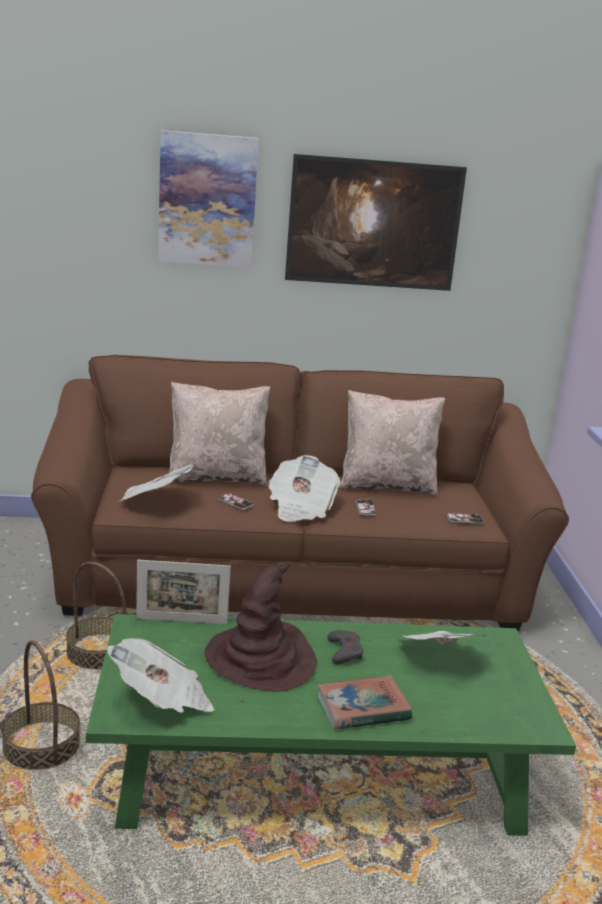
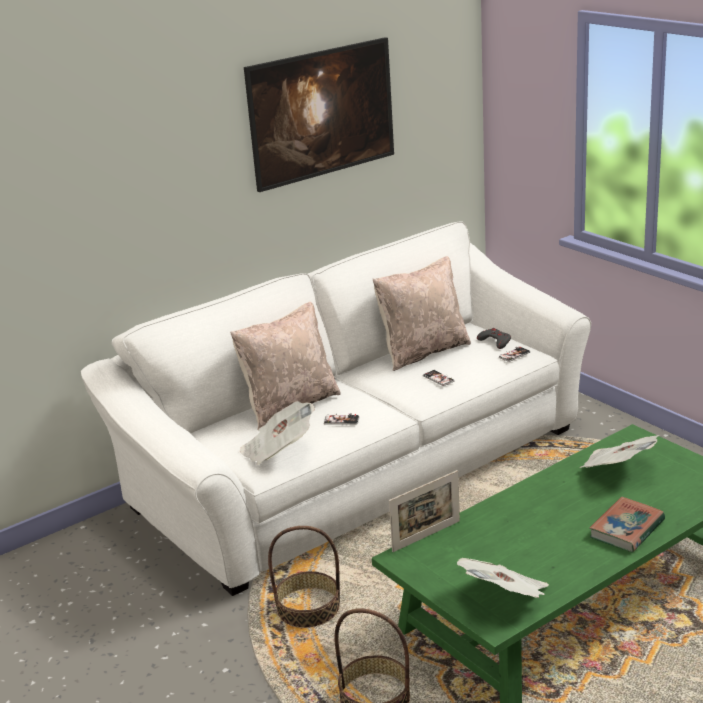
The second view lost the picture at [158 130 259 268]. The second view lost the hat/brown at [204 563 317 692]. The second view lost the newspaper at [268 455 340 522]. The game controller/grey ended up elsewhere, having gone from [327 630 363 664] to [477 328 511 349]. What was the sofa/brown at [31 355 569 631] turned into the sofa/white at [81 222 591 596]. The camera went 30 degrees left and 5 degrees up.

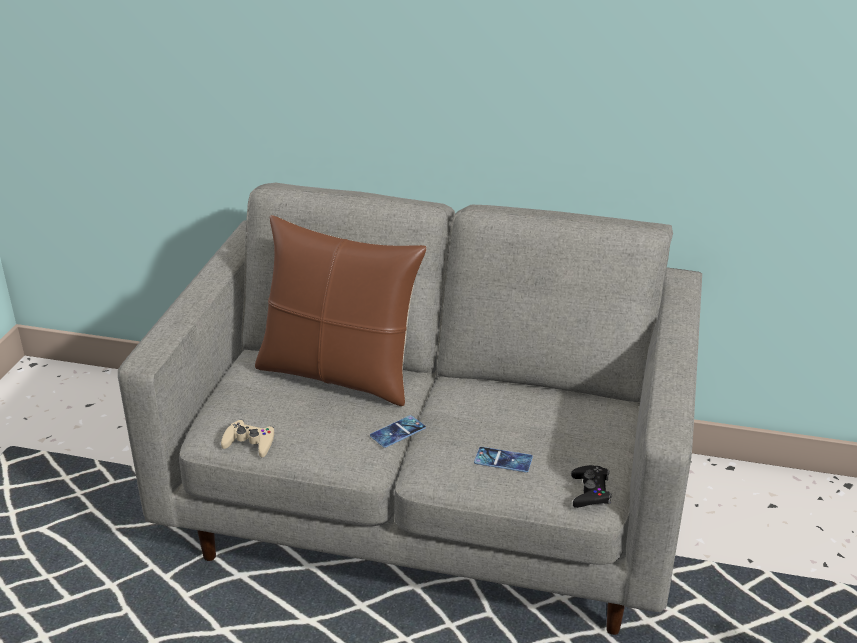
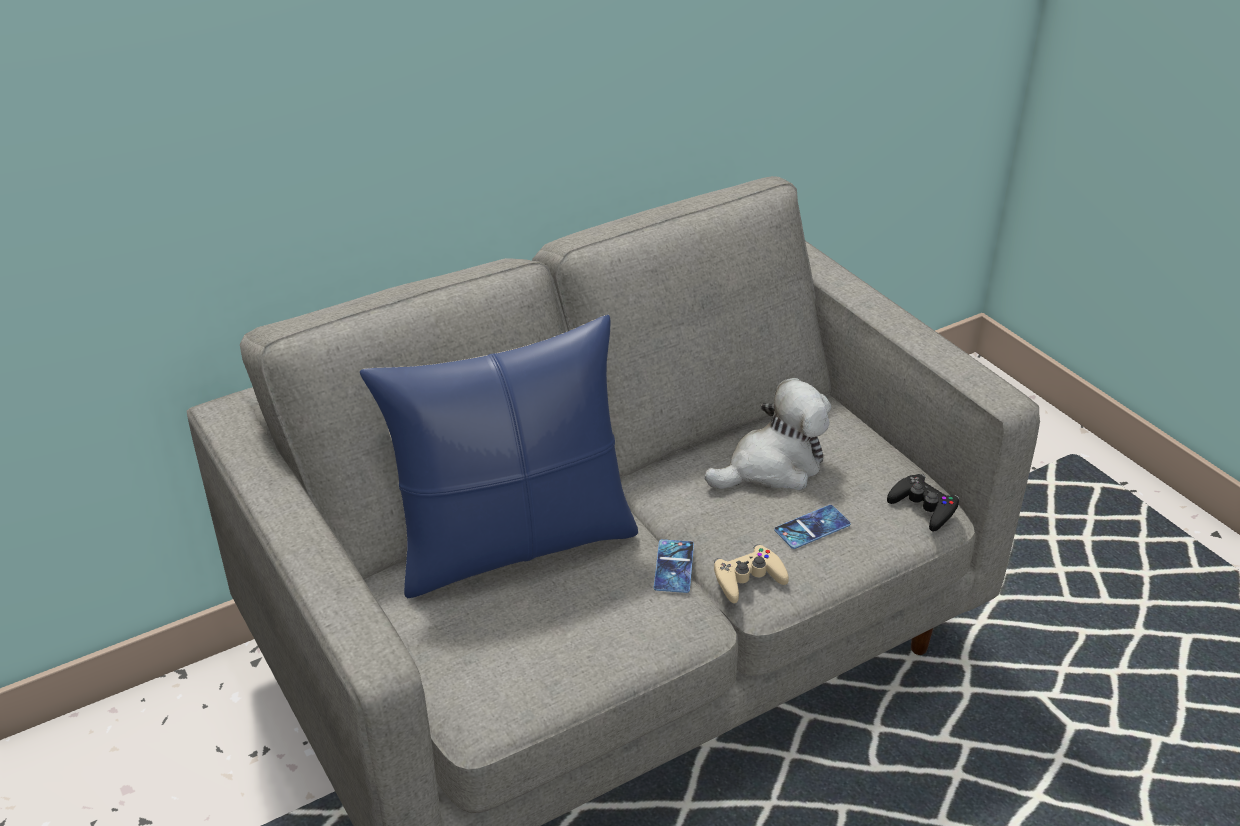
The second view gained the plush toy at [704 378 831 490]. The game controller/beige ended up elsewhere, having gone from [221 419 274 457] to [714 544 789 603]. What was the pillow/brown at [255 215 426 406] turned into the pillow/blue at [360 315 638 598]. The camera went 45 degrees left and 5 degrees up.

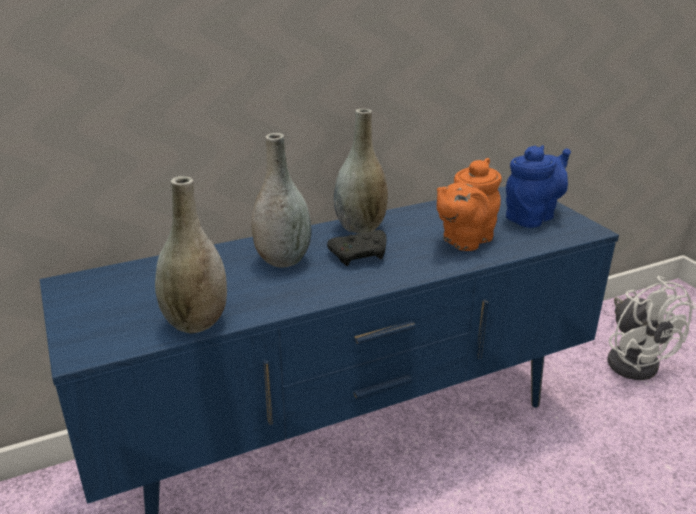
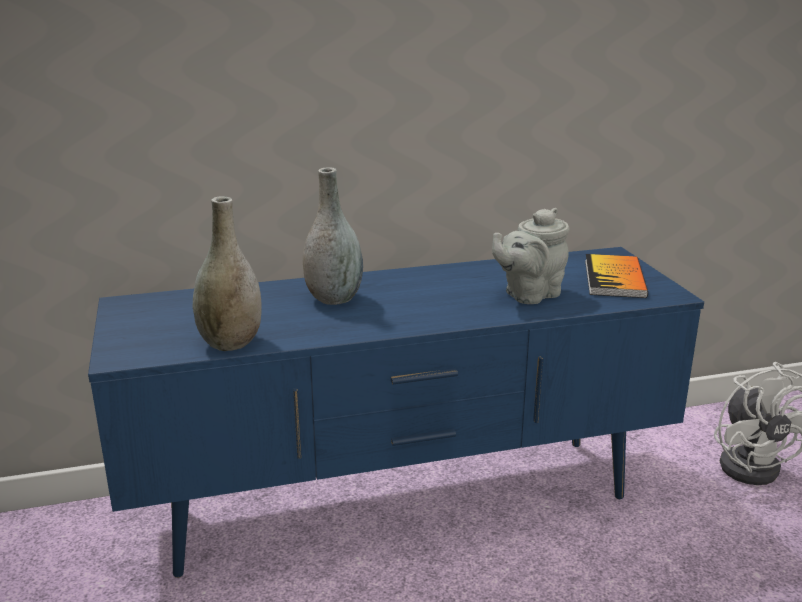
The second view lost the game controller/black at [327 230 387 266]. The second view lost the vase/grey at [334 109 388 234]. Where the teapot/blue stood at [506 145 571 228], the book came to stand at [585 254 648 298]. What was the teapot/orange at [437 158 502 251] turned into the teapot/grey at [492 208 569 304]. The camera went 10 degrees right and 5 degrees down.

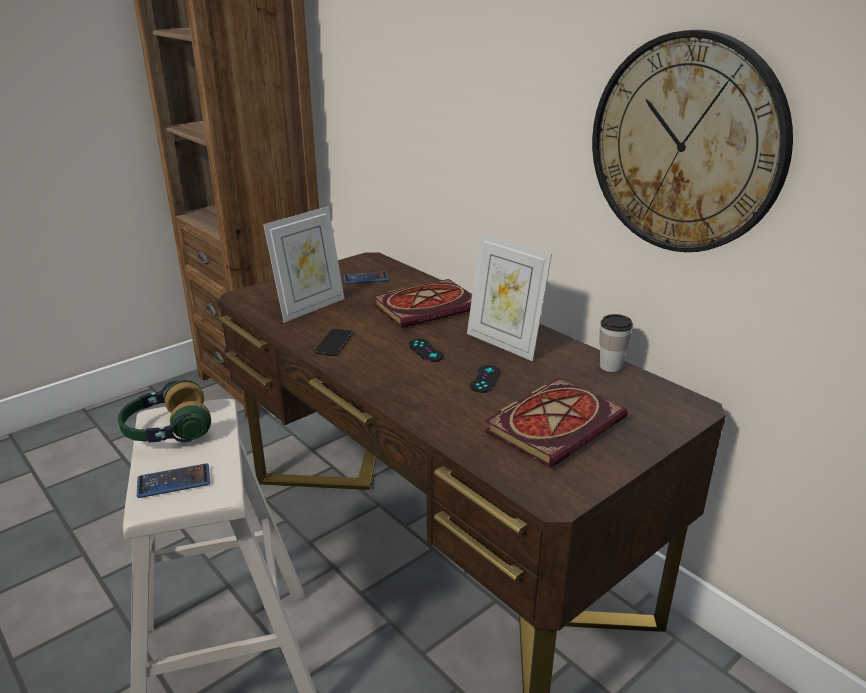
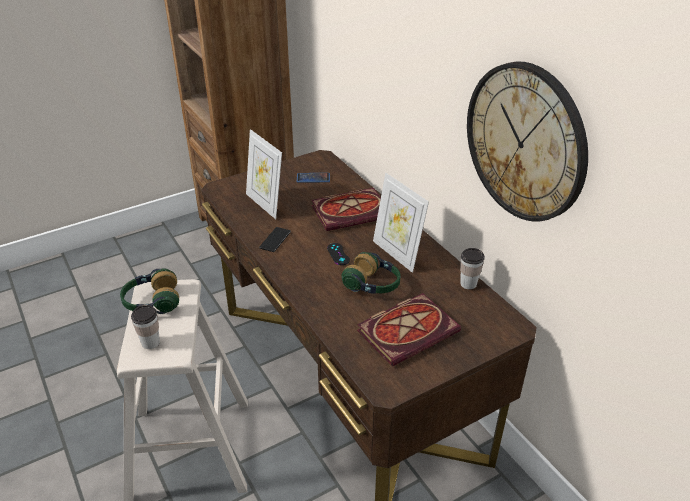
Where the phone stood at [137 463 210 498], the cup came to stand at [131 305 160 349]. Where the game controller/black stood at [470 365 501 393], the headphones came to stand at [341 252 401 294]. The picture frame at [263 206 344 323] ended up facing another way, 90 degrees clockwise from before. The camera went 10 degrees right and 10 degrees up.

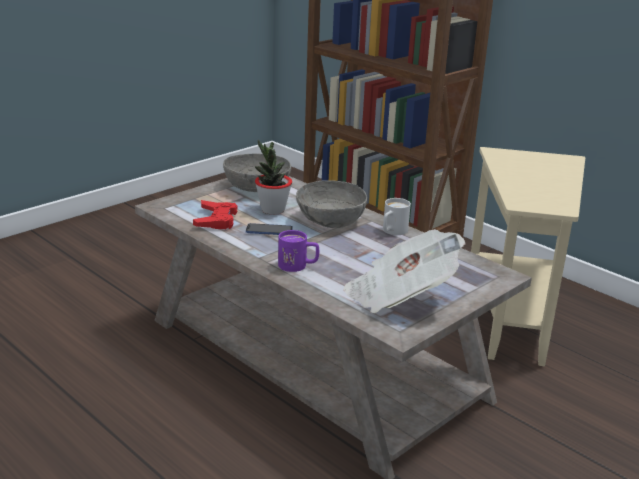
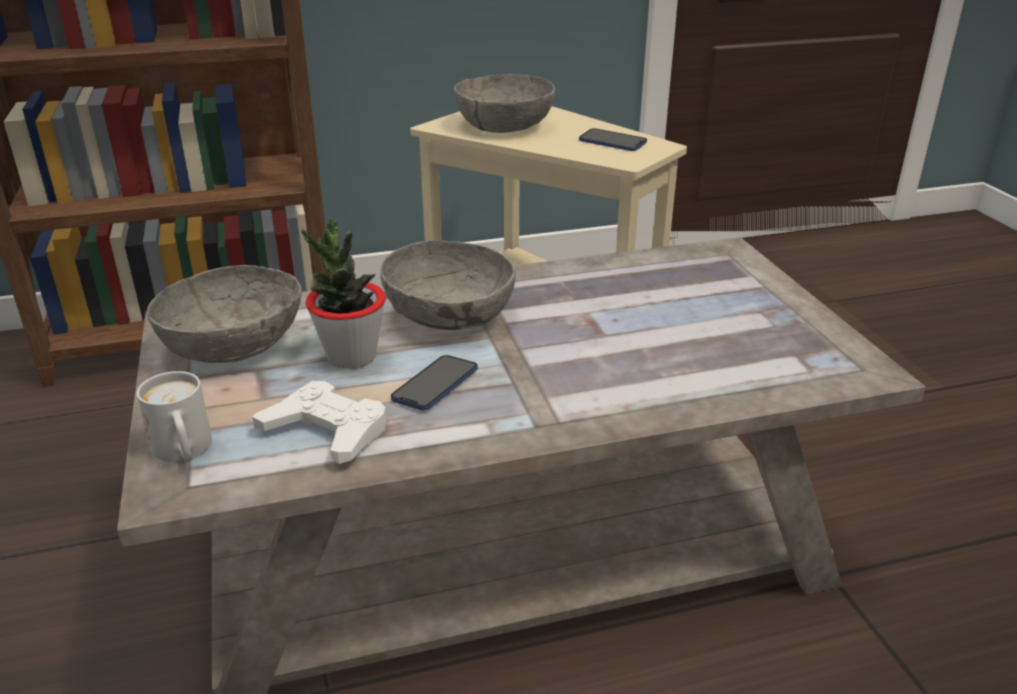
The second view lost the mug/purple at [278 230 319 272]. The second view lost the newspaper at [343 229 466 313]. The second view gained the bowl/grey at [454 74 555 133]. The second view gained the phone at [579 128 647 151]. The mug/white ended up elsewhere, having gone from [383 198 411 235] to [136 371 212 462]. What was the game controller/red at [193 200 238 229] turned into the game controller/white at [252 381 386 464]. The camera went 60 degrees left and 5 degrees up.

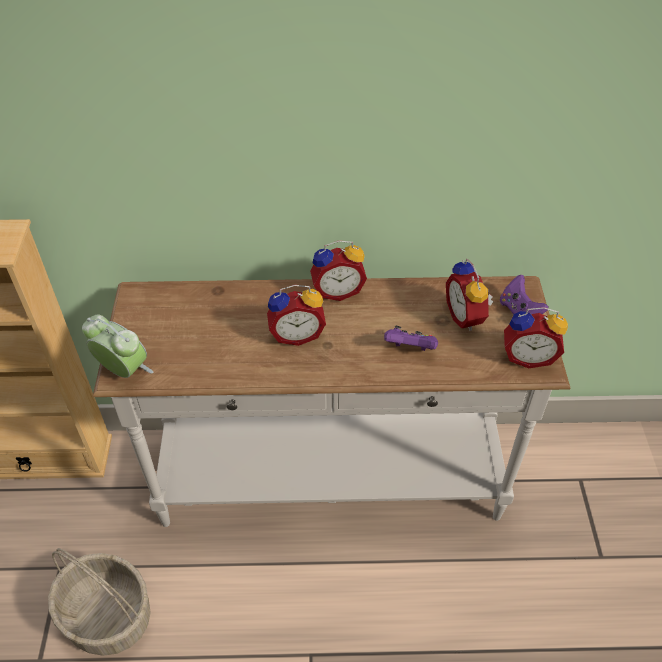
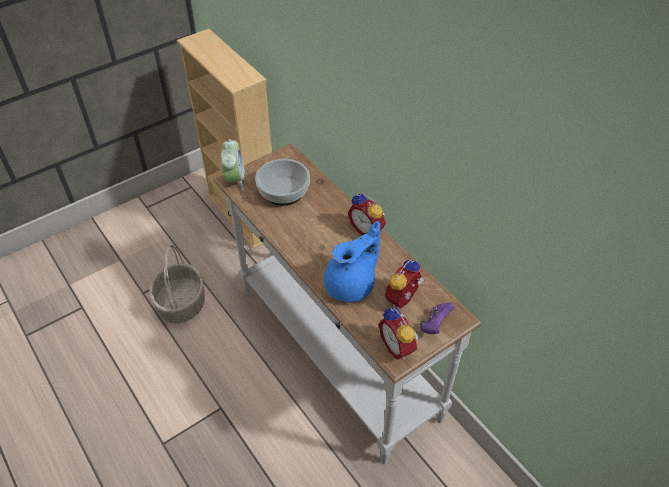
The second view lost the alarm clock at [267 285 326 346]. The second view gained the bowl at [255 159 310 206]. Where the game controller/purple stood at [384 326 438 351], the teapot/blue came to stand at [324 221 380 302]. The camera went 55 degrees right and 0 degrees up.

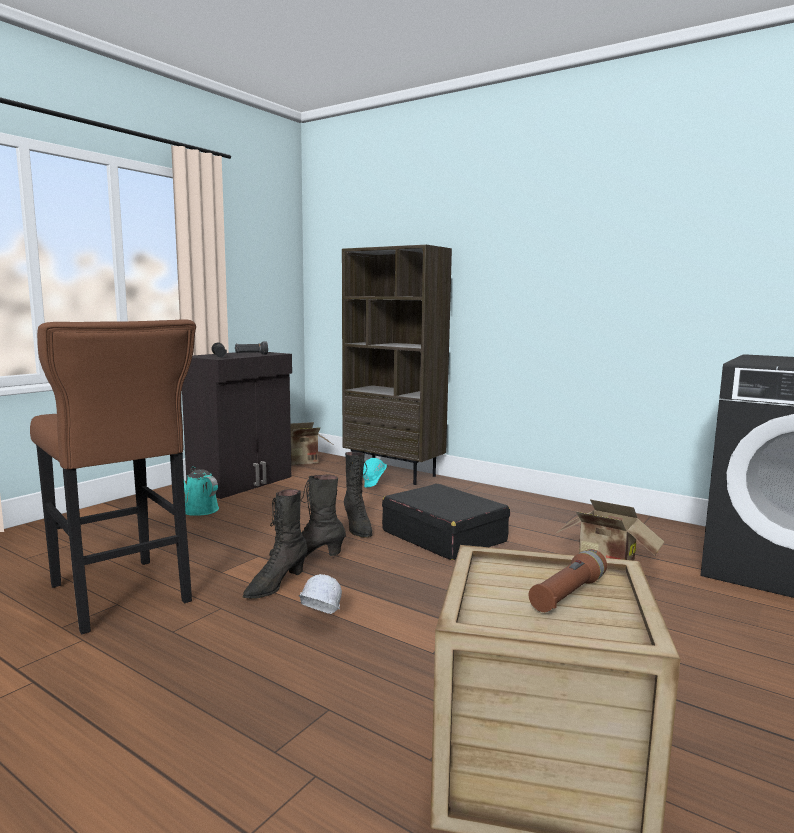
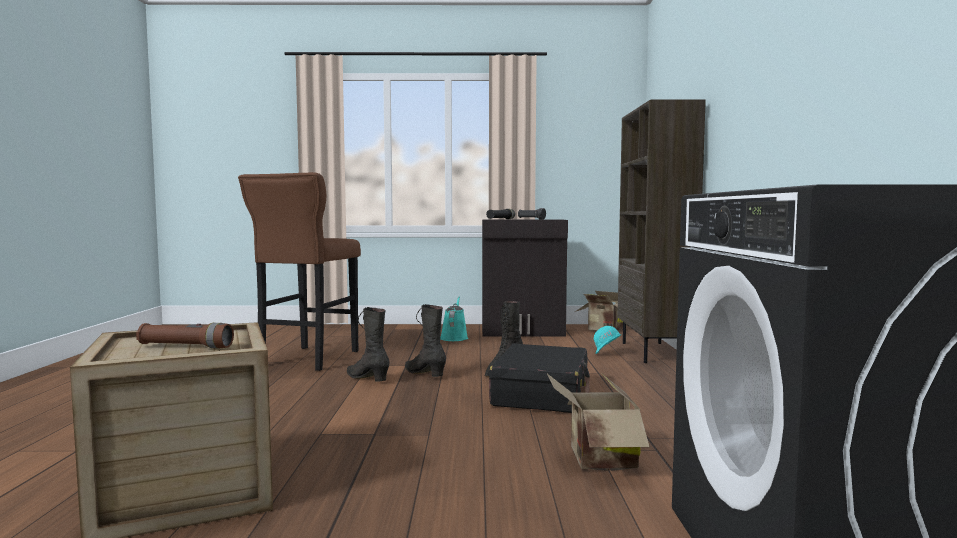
The second view lost the hard hat/white at [299 574 342 614]. The boot/black at [242 489 307 599] ended up facing another way, 45 degrees clockwise from before. The camera went 55 degrees right and 5 degrees down.

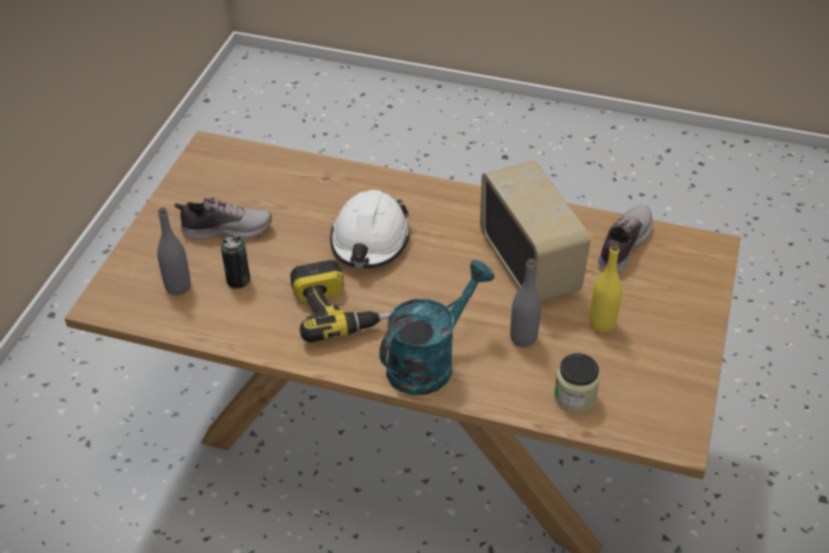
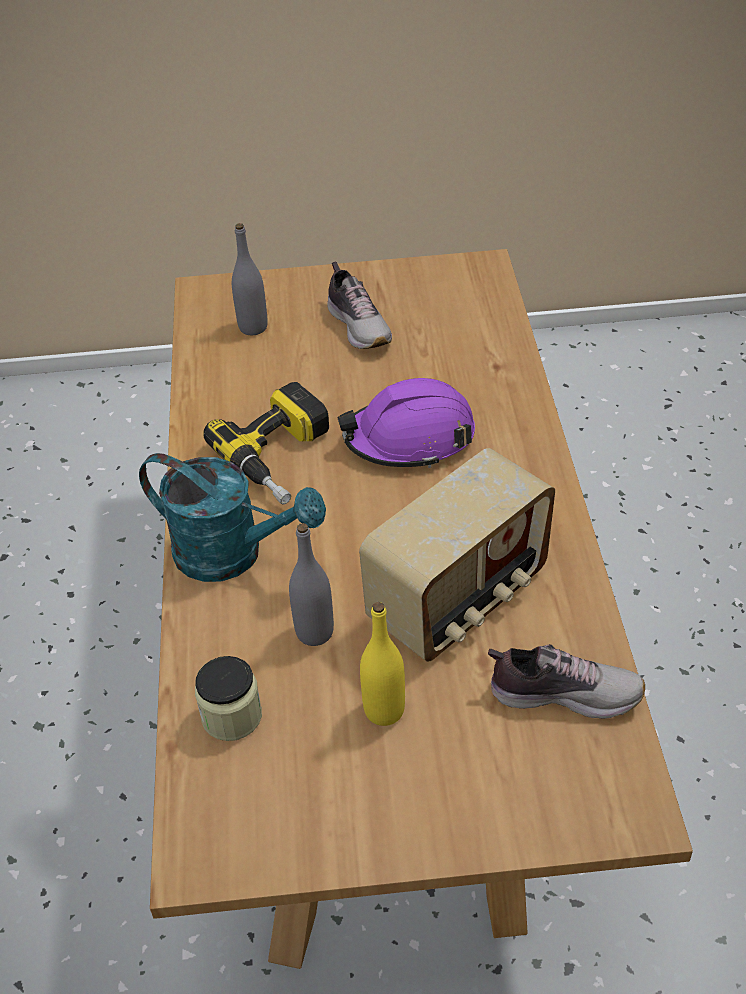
The second view lost the can at [221 235 250 288]. What was the hard hat/white at [330 190 410 268] turned into the hard hat/purple at [338 378 475 468]. The camera went 70 degrees right and 0 degrees up.

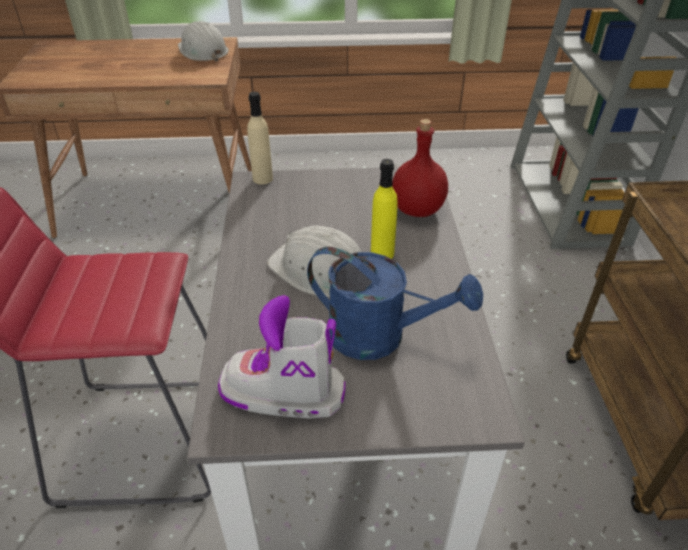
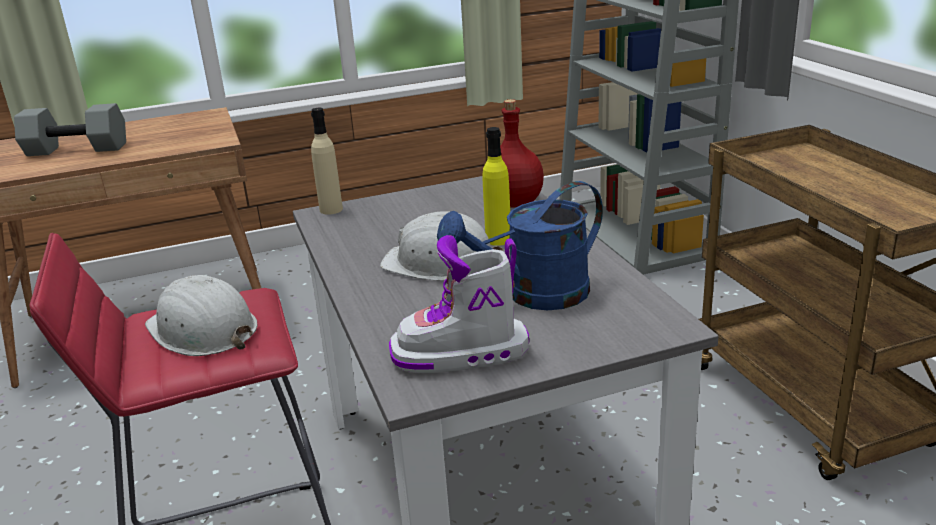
The second view gained the dumbbell/grey at [14 103 126 156]. The hard hat/white ended up elsewhere, having gone from [178 21 229 62] to [145 275 257 356]. The watering can/blue at [307 247 483 360] ended up facing another way, 150 degrees clockwise from before. The camera went 15 degrees left and 15 degrees down.

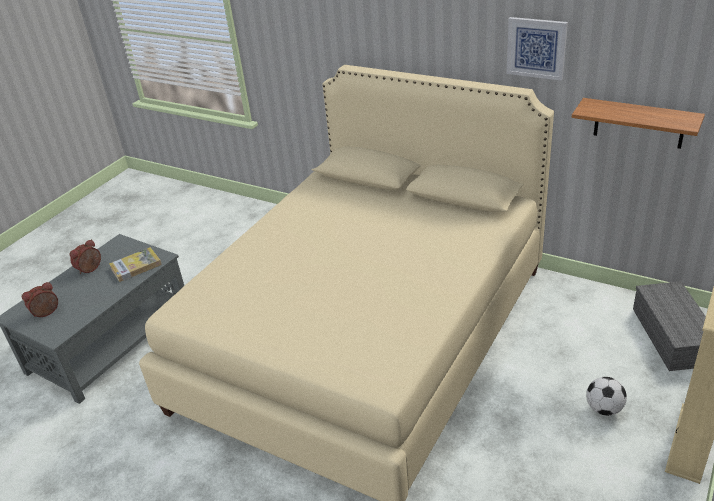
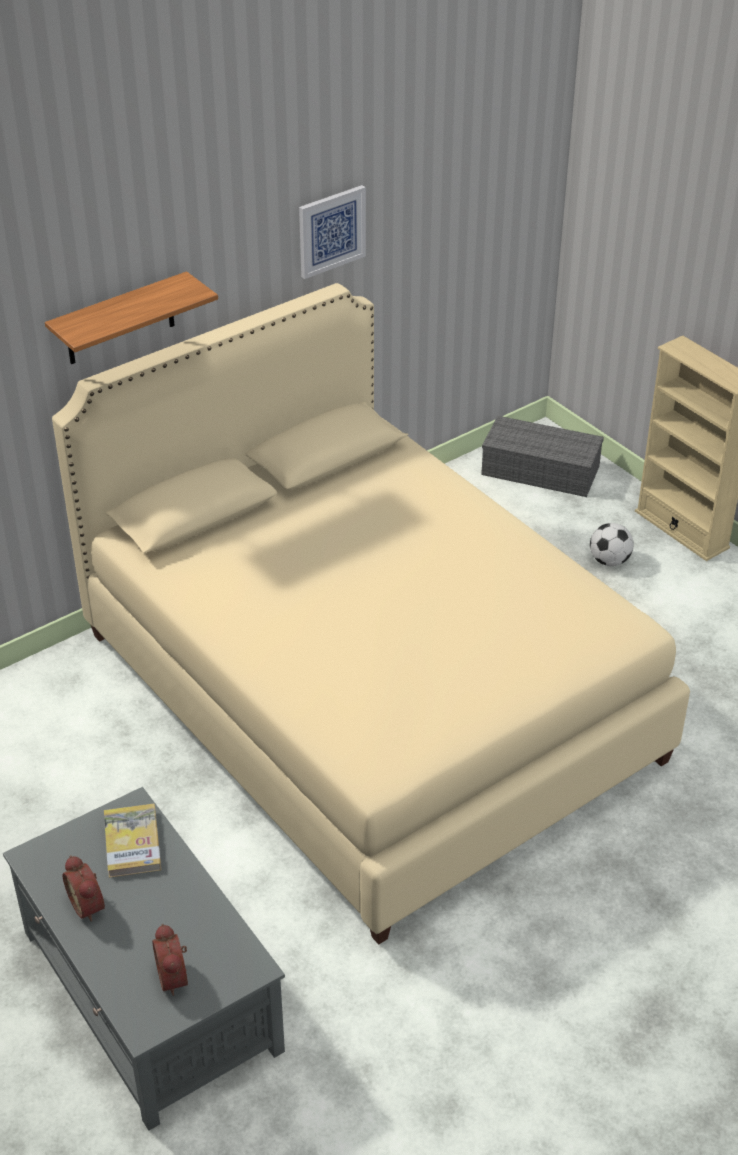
The shelf ended up elsewhere, having gone from [572 98 705 149] to [45 271 218 364]. The camera went 70 degrees left and 5 degrees up.

